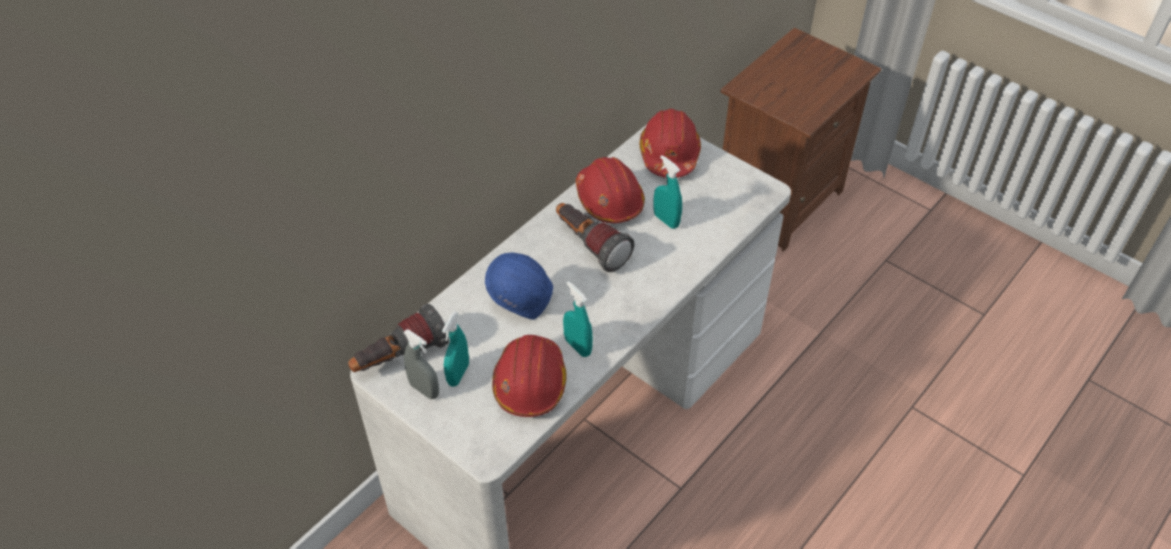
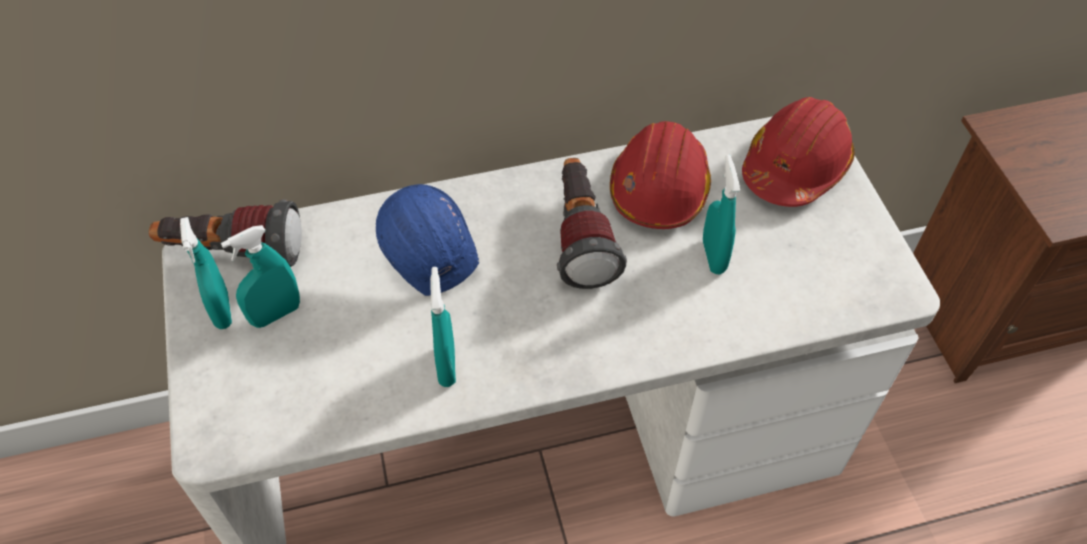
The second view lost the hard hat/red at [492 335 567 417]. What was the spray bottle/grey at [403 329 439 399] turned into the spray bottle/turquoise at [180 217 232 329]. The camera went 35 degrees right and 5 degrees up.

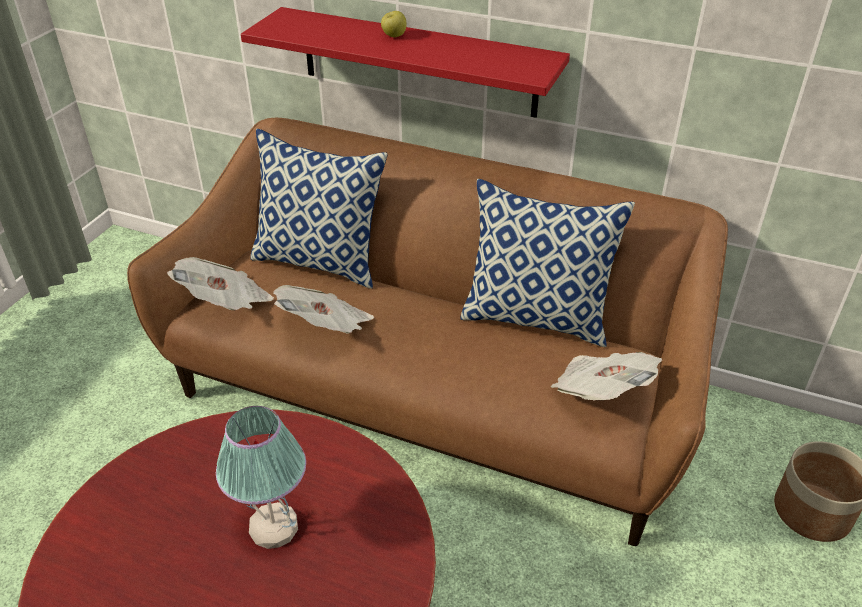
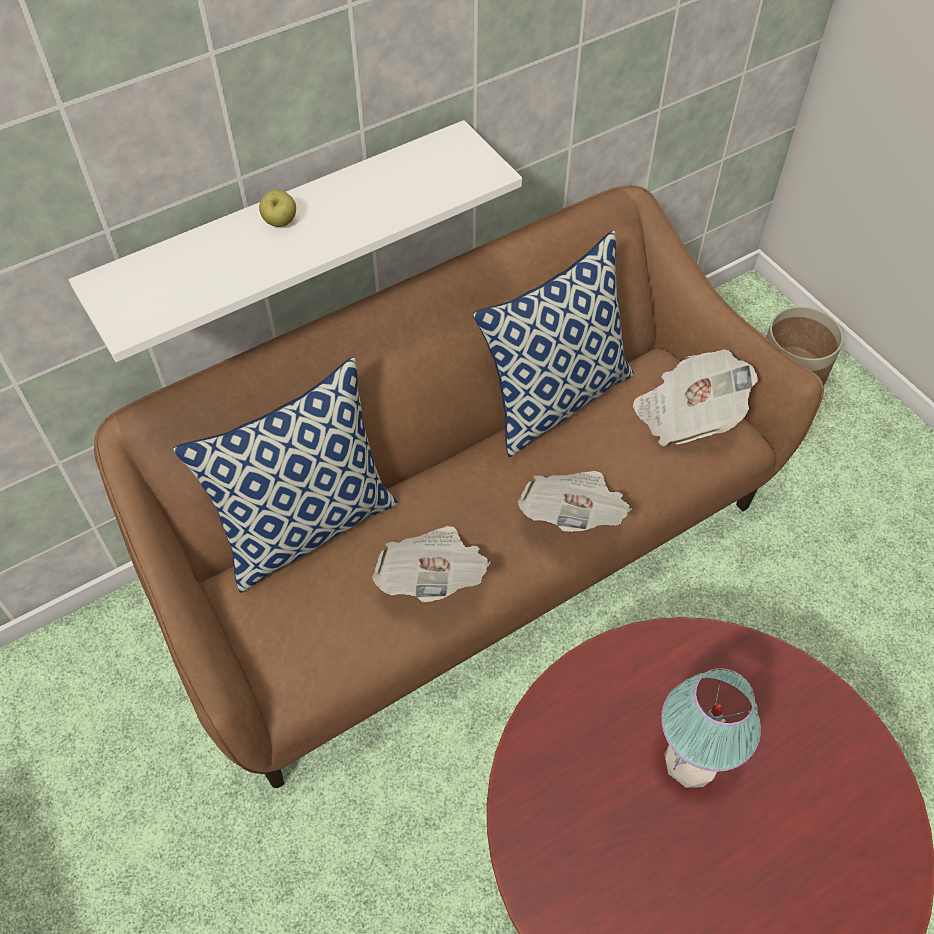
The newspaper ended up elsewhere, having gone from [167 257 274 311] to [518 471 632 532]. What was the shelf/red at [241 7 570 118] turned into the shelf/white at [69 120 522 362]. The camera went 55 degrees left and 15 degrees up.

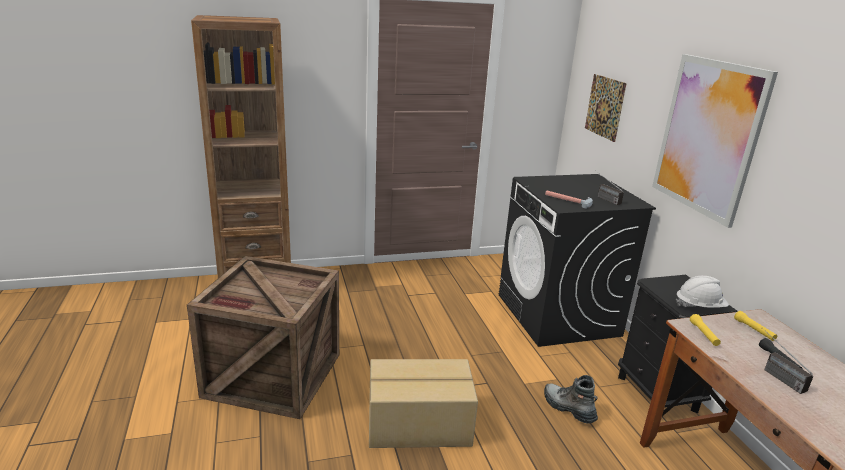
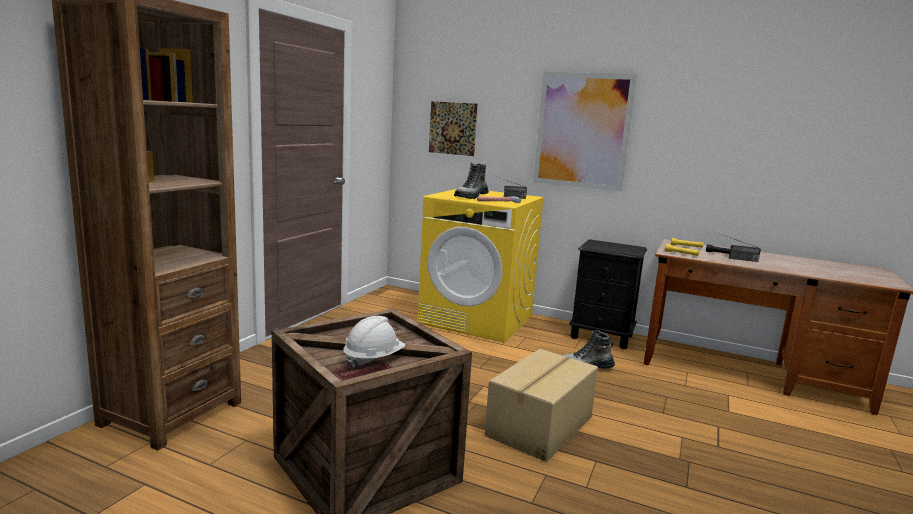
The second view gained the boot at [454 163 489 199]. The hard hat/white ended up elsewhere, having gone from [676 276 729 308] to [343 316 405 368]. What was the washing machine/black at [499 174 656 347] turned into the washing machine/yellow at [418 189 544 343]. The camera went 50 degrees left and 10 degrees down.

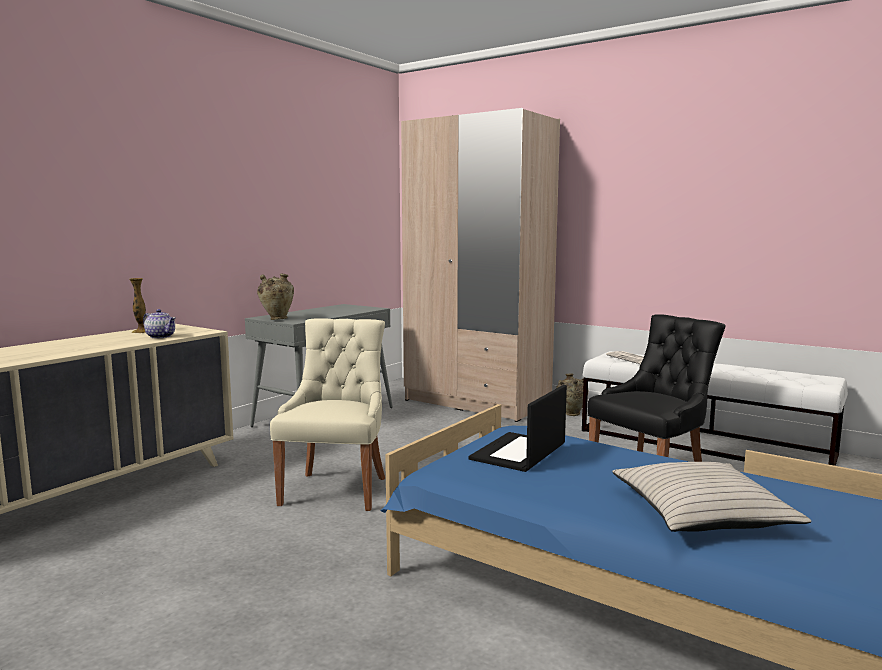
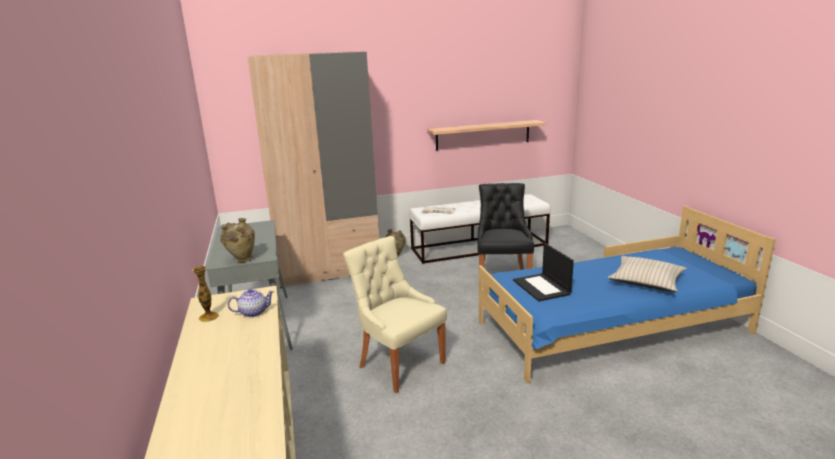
The second view gained the shelf at [428 120 546 151]. The camera went 50 degrees left and 10 degrees up.

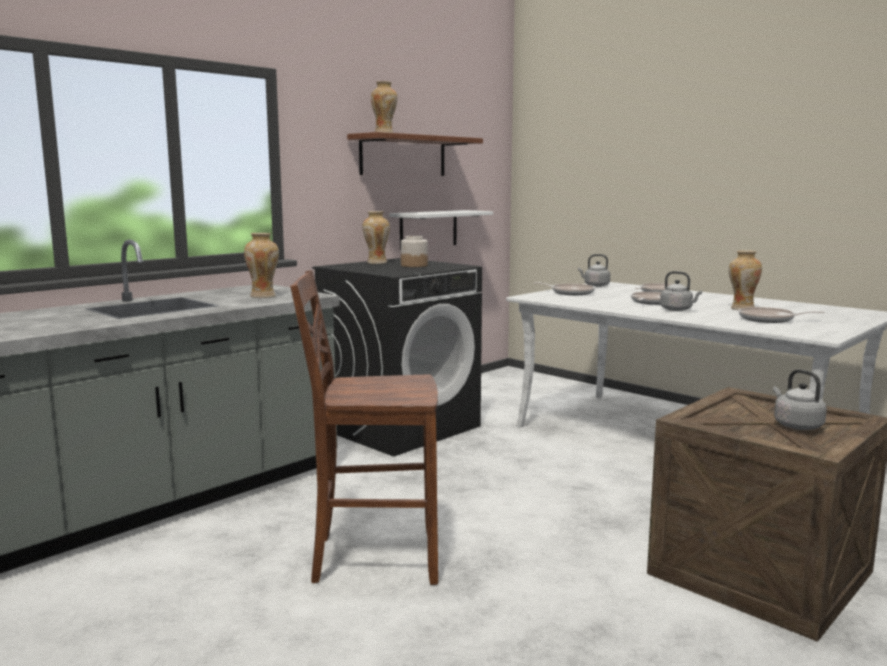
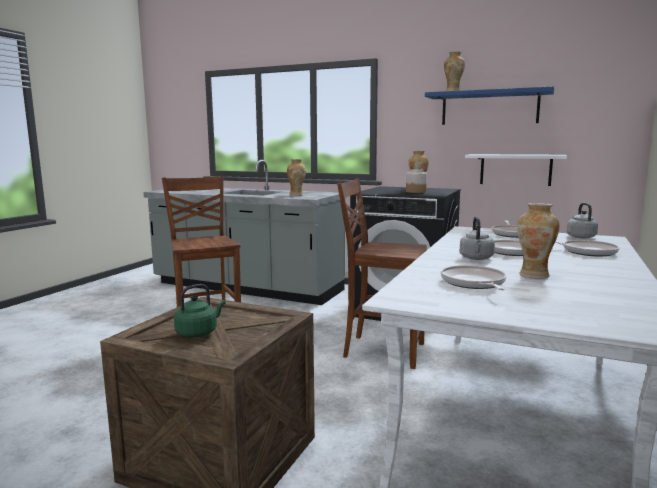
The second view gained the chair/brown at [337 178 427 369]. What was the shelf/brown at [347 132 483 176] turned into the shelf/blue at [425 86 554 125]. What was the kettle/grey at [773 369 827 430] turned into the kettle/green at [174 284 225 337]. The camera went 70 degrees right and 0 degrees up.

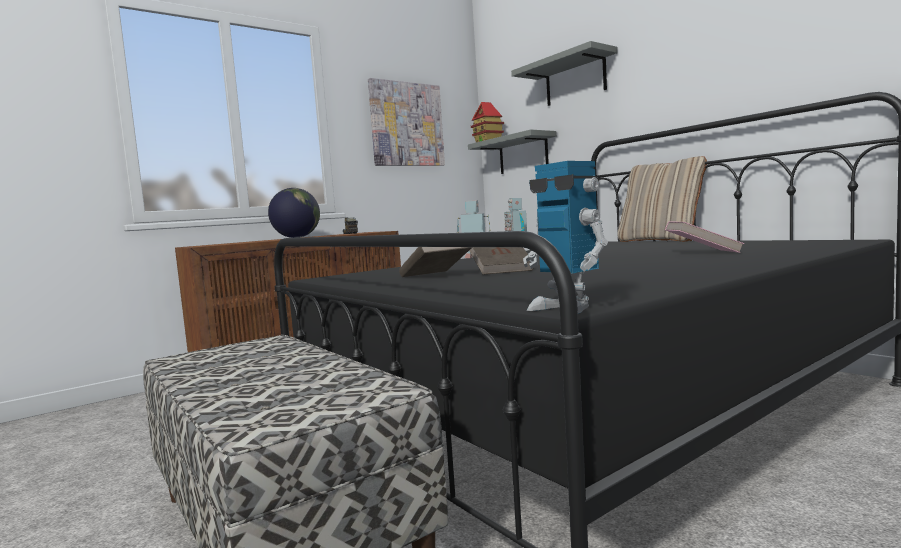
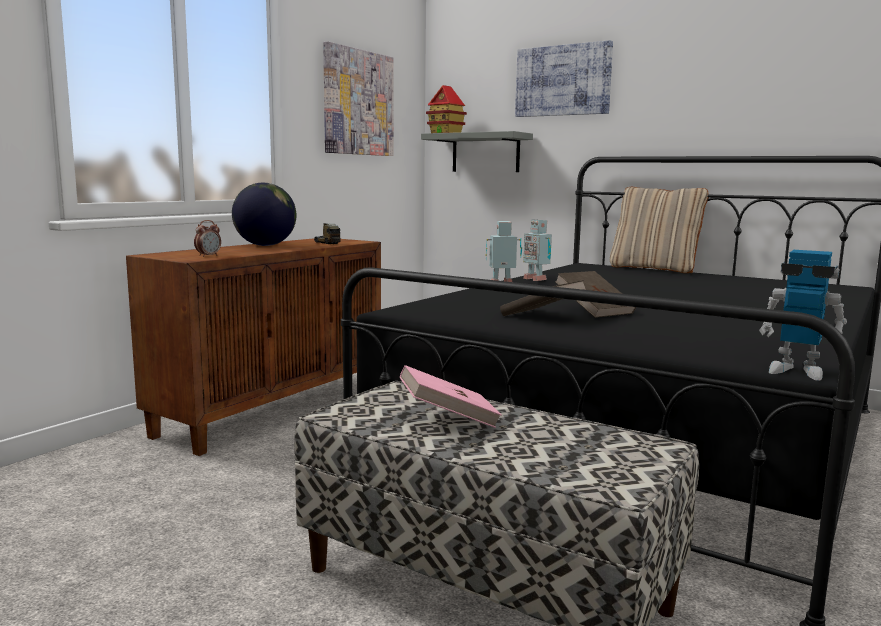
The second view gained the alarm clock at [194 220 221 257]. The book/pink ended up elsewhere, having gone from [665 222 744 253] to [400 365 502 428]. Where the shelf/grey hung at [511 41 618 106], the picture came to hang at [515 40 613 117]. The camera went 20 degrees left and 5 degrees up.

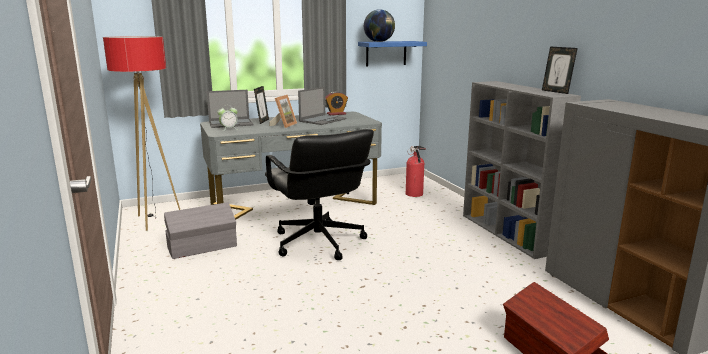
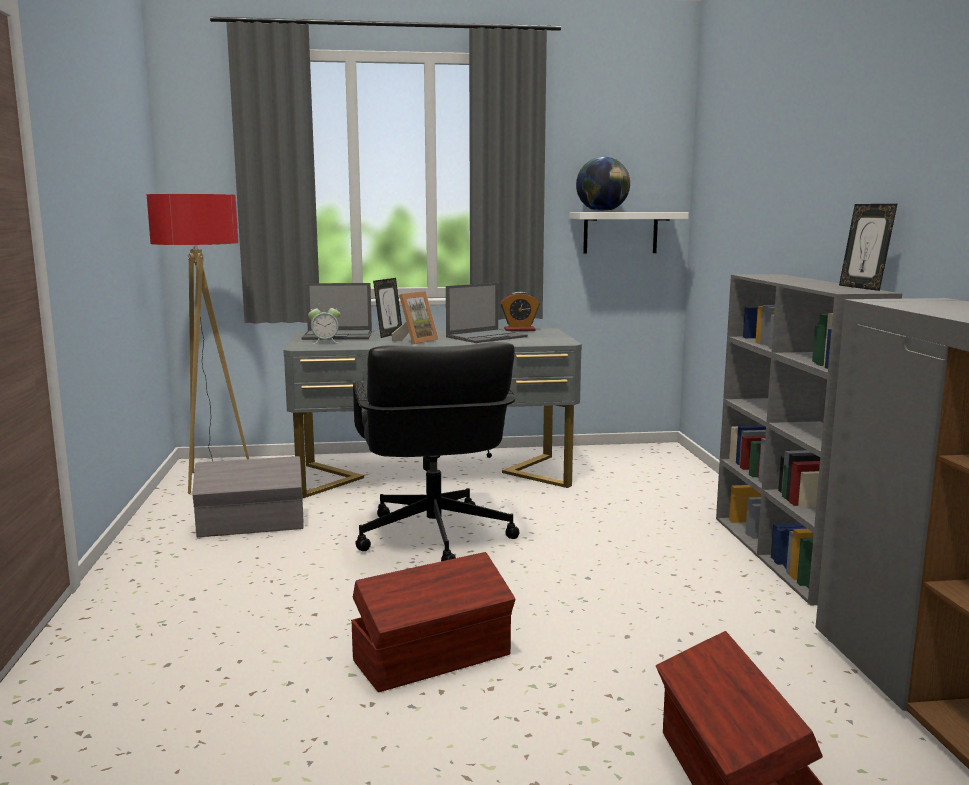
The second view lost the fire extinguisher at [406 146 426 197]. The second view gained the storage box/brown at [351 552 515 692]. What was the shelf/blue at [358 41 427 66] turned into the shelf/white at [569 212 689 254]. The camera went 15 degrees right and 5 degrees down.

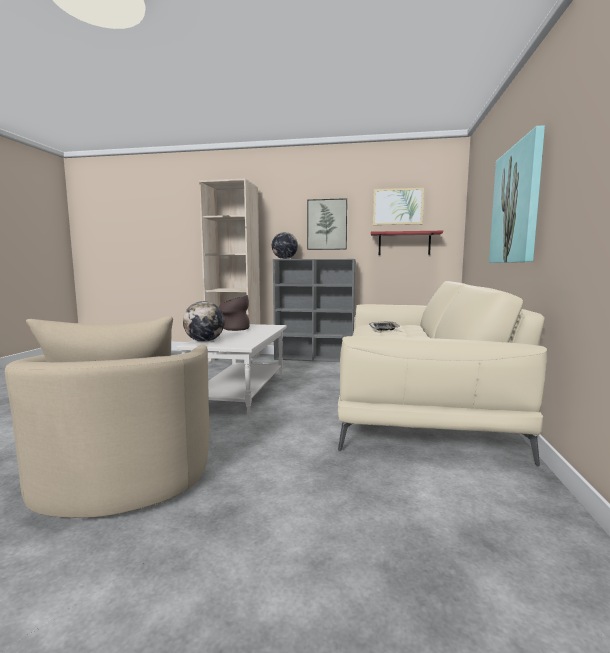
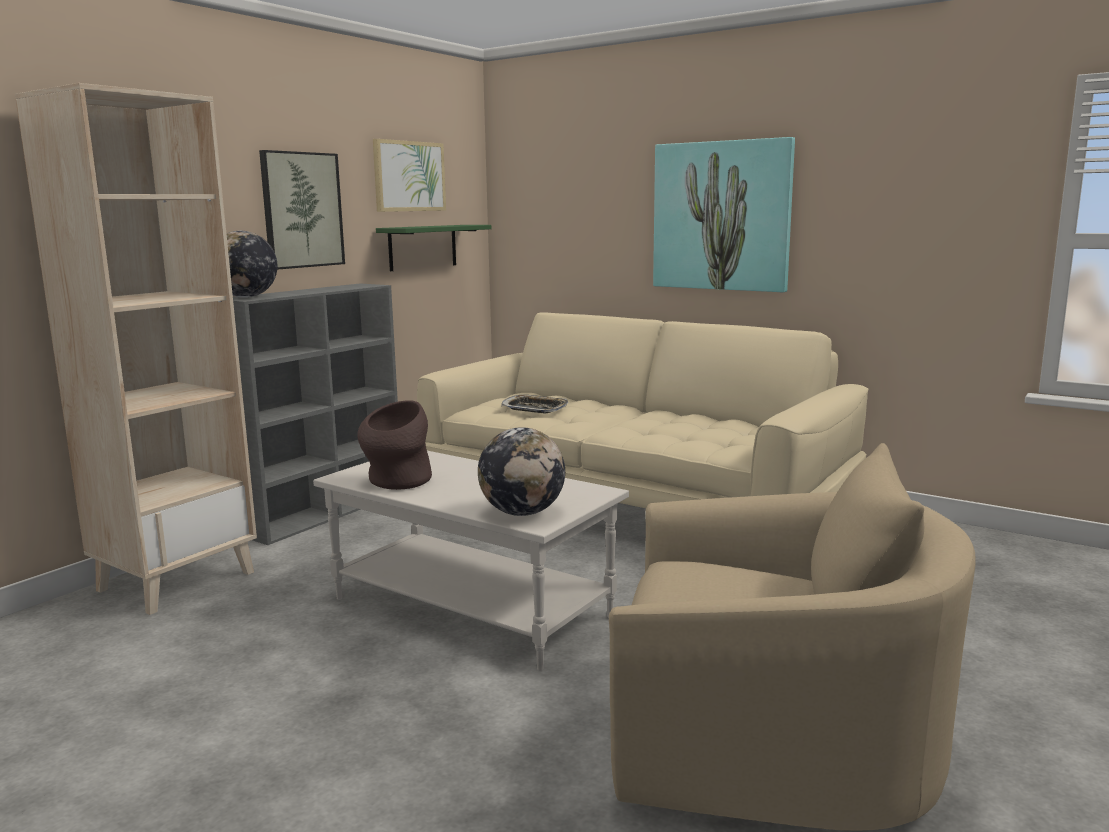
What was the shelf/red at [371 231 443 255] turned into the shelf/green at [376 225 492 271]. The camera went 65 degrees left and 5 degrees up.

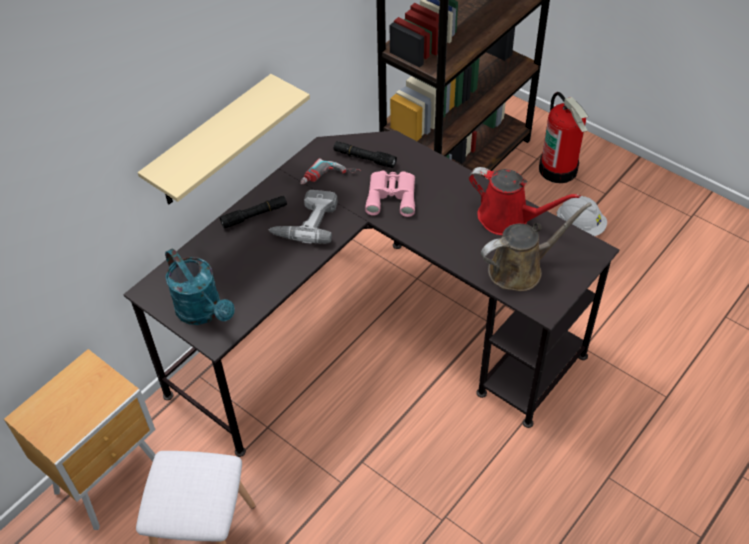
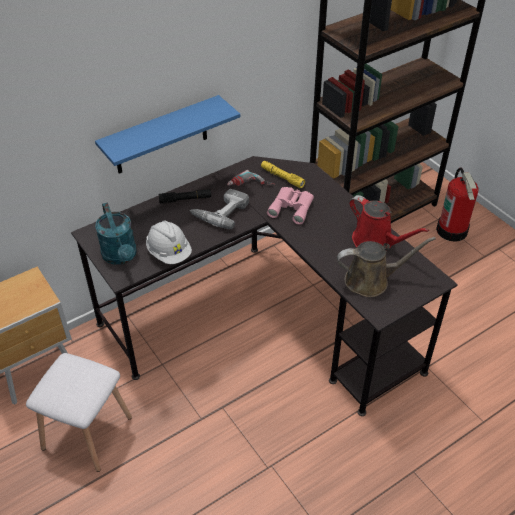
The hard hat/white ended up elsewhere, having gone from [556 196 607 236] to [146 221 192 264]. What was the shelf/beige at [138 74 310 204] turned into the shelf/blue at [95 95 240 174]. What was the flashlight/black at [334 141 397 168] turned into the flashlight/yellow at [261 161 305 188]. The camera went 15 degrees right and 5 degrees down.

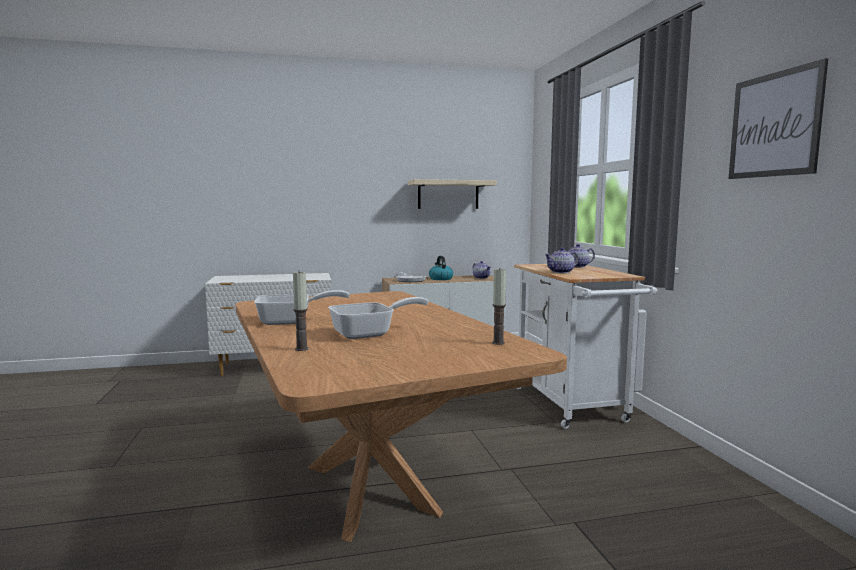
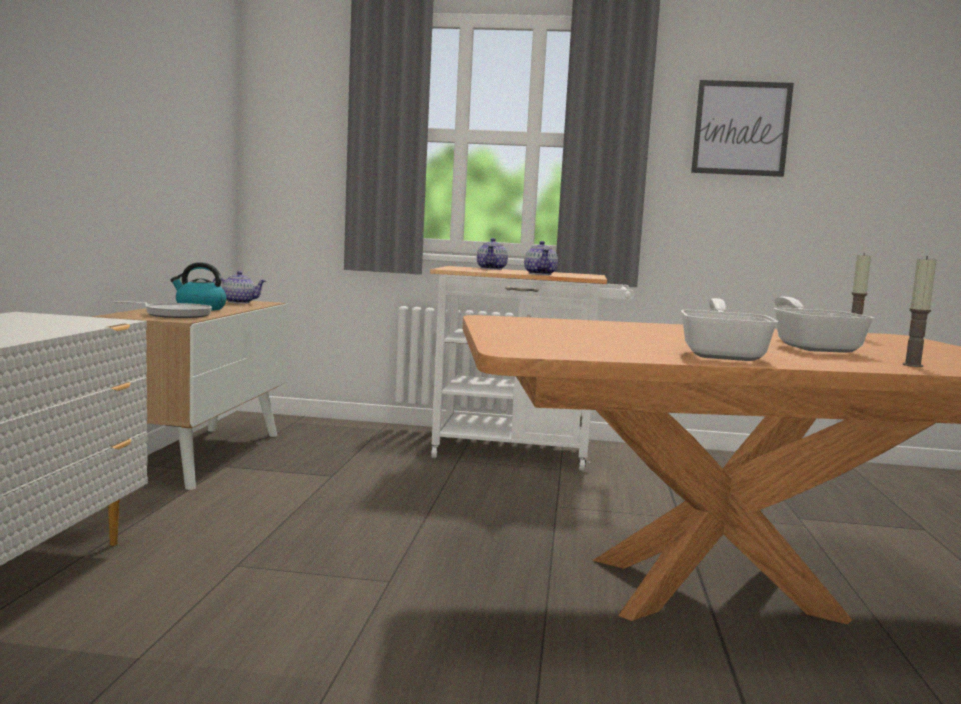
The second view lost the shelf/beige at [408 179 497 209]. The camera went 70 degrees left and 0 degrees up.

